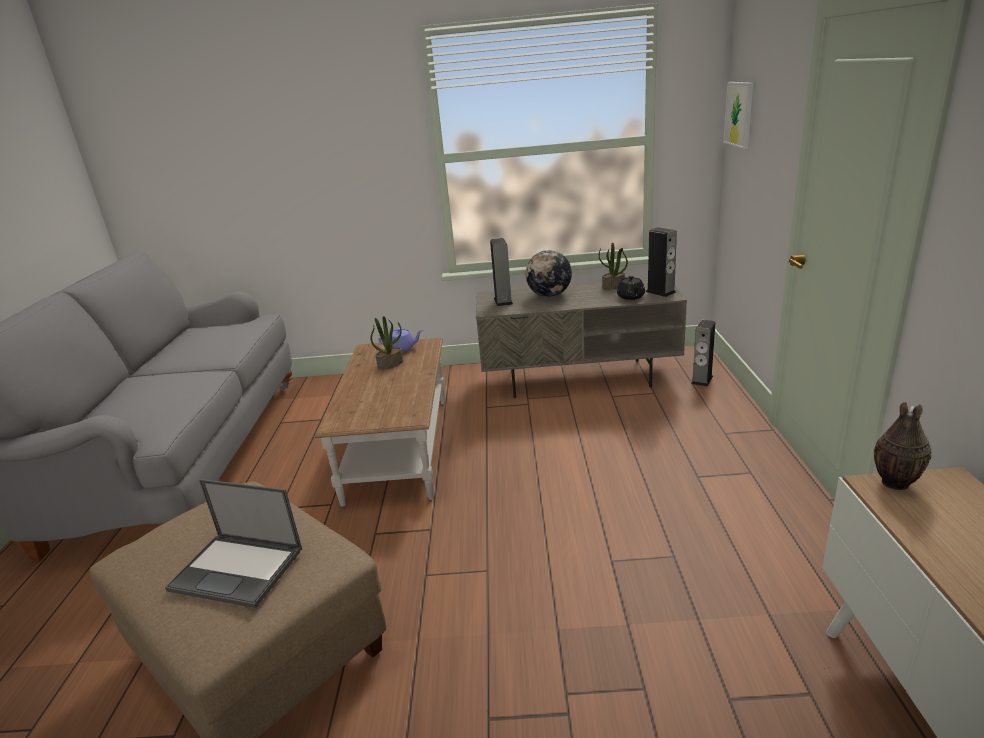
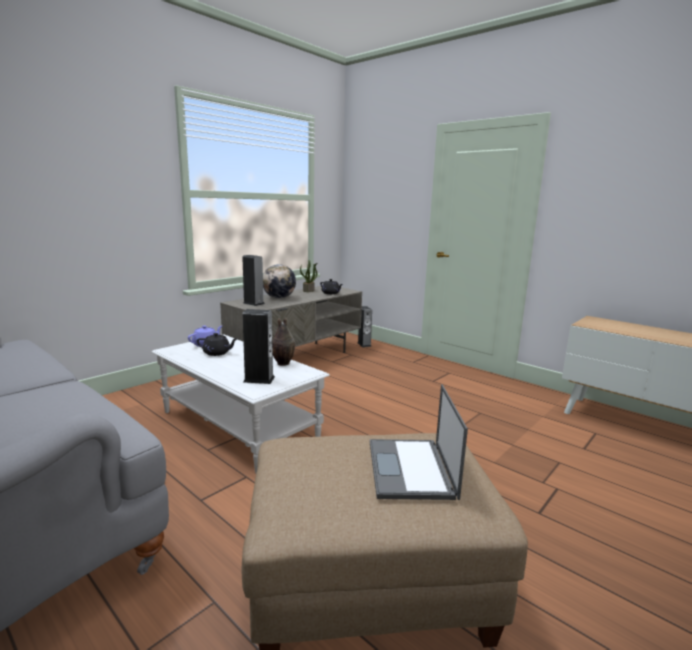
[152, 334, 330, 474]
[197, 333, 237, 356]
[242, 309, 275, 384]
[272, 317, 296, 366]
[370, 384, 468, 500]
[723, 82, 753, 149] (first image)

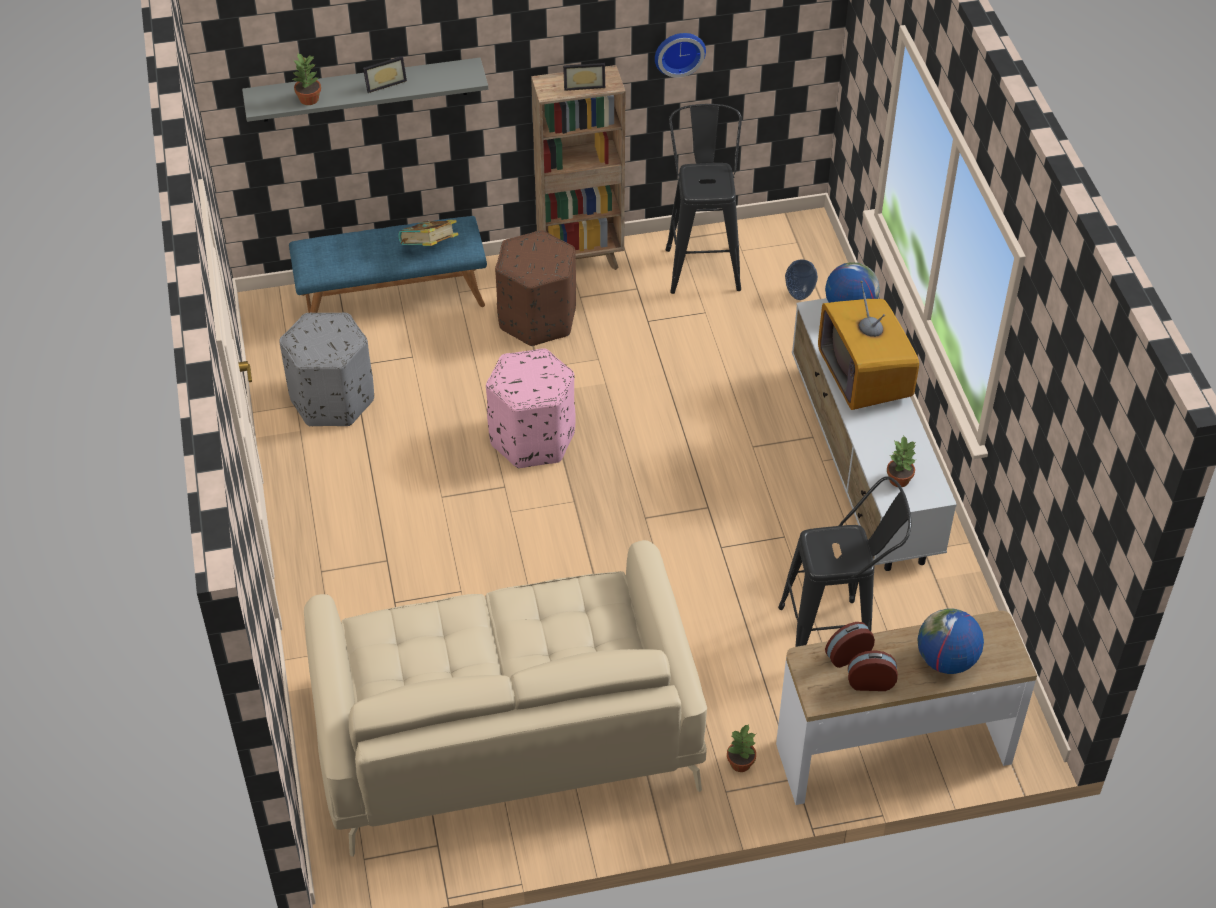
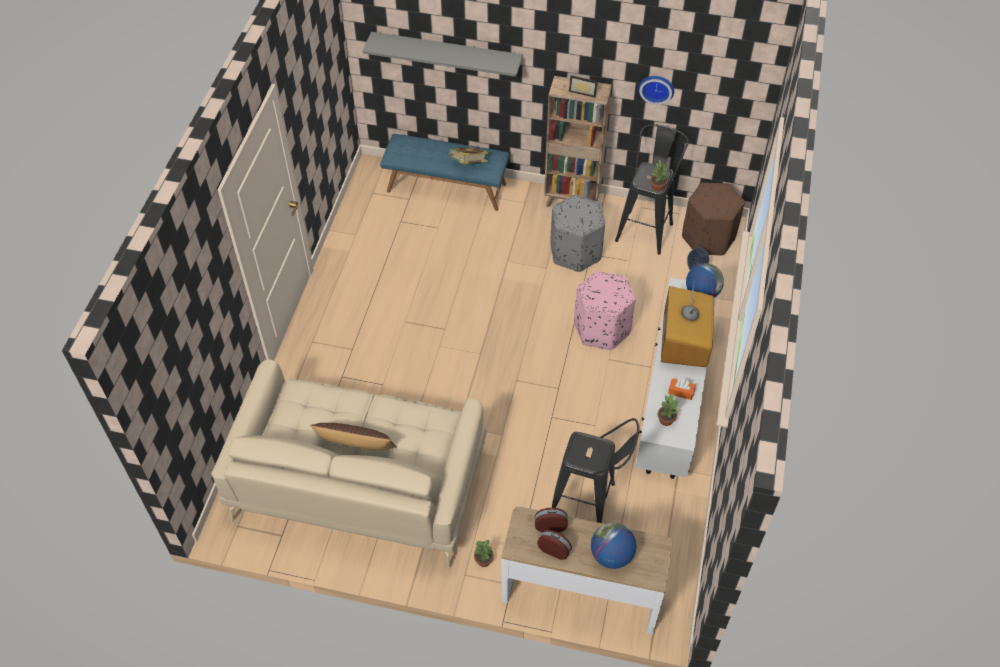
[310, 423, 397, 450]
[550, 195, 605, 272]
[574, 271, 636, 350]
[650, 160, 669, 192]
[668, 378, 696, 400]
[682, 182, 745, 256]
[363, 56, 407, 93] (first image)

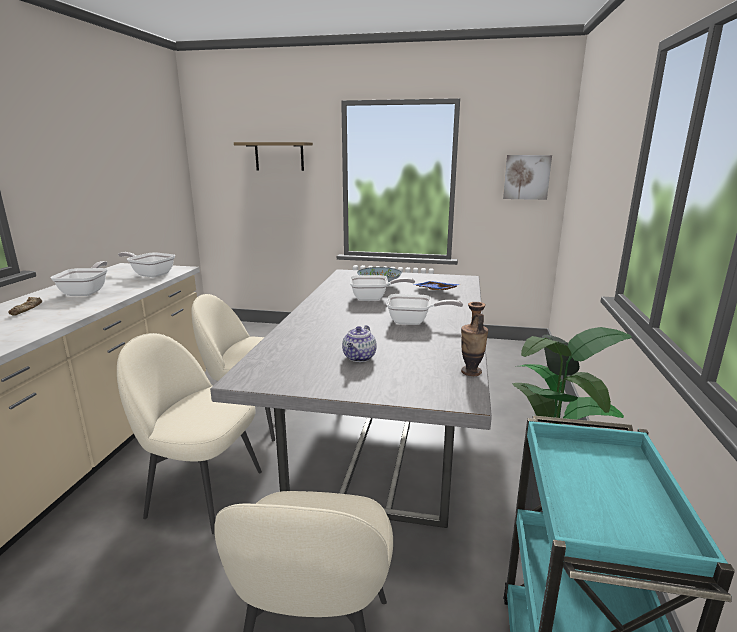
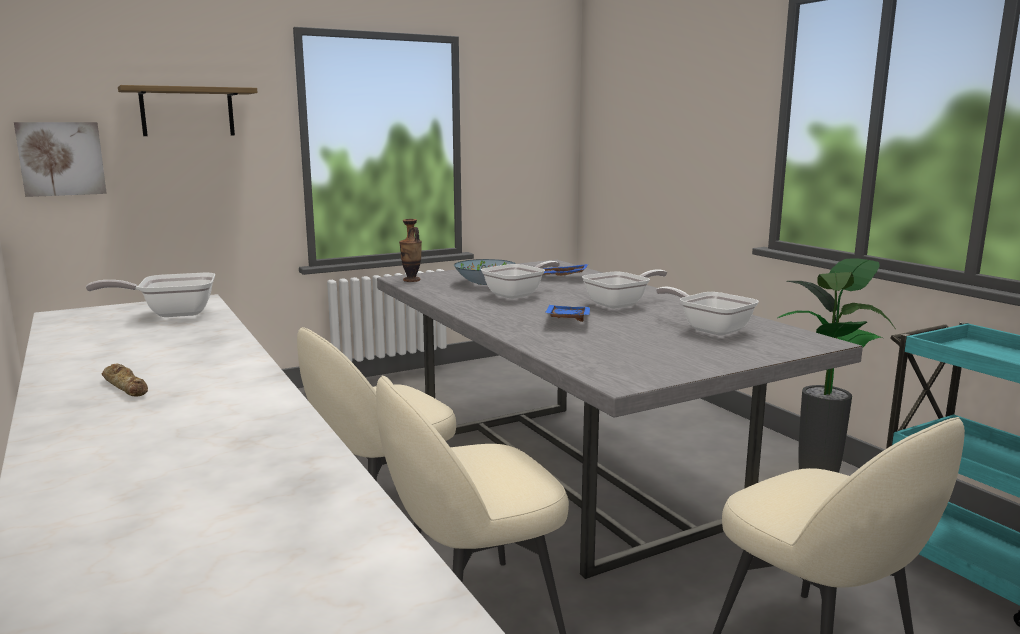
[14, 122, 107, 197]
[399, 219, 422, 282]
[545, 305, 590, 322]
[656, 287, 759, 336]
[342, 325, 377, 362] (first image)

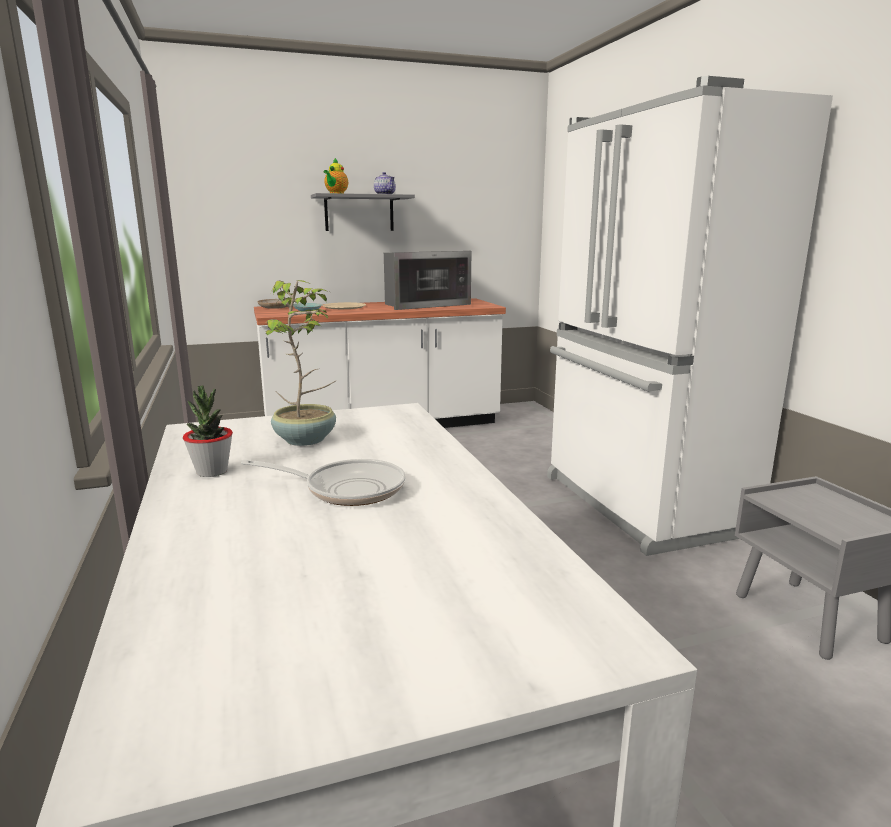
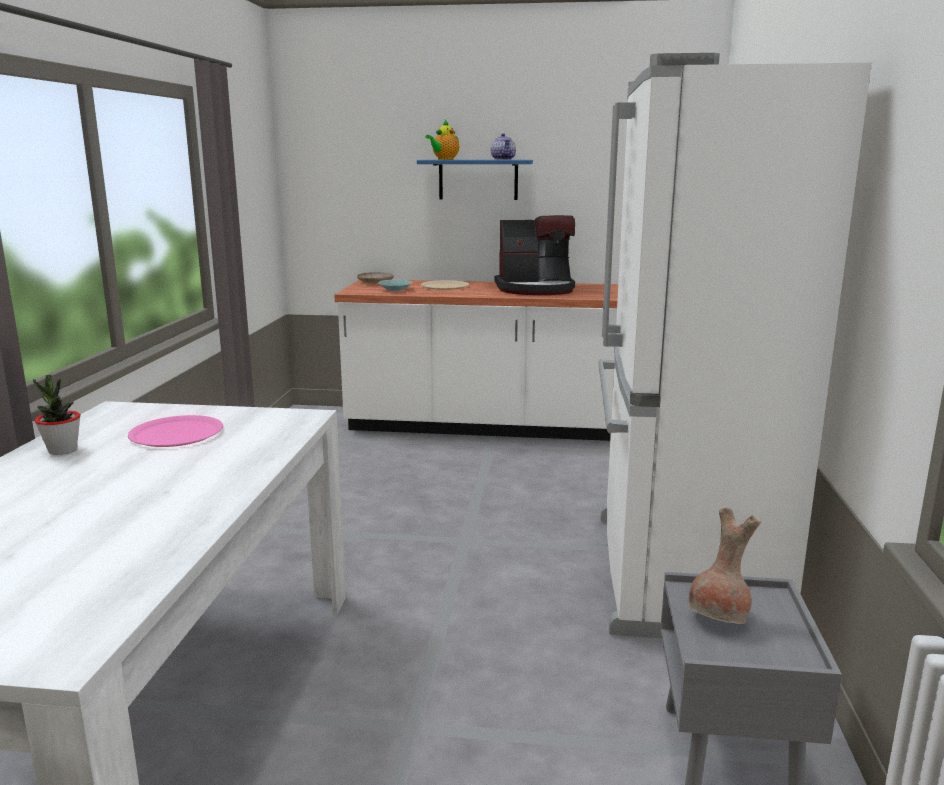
[128, 415, 223, 447]
[417, 160, 533, 200]
[495, 215, 575, 295]
[688, 507, 761, 624]
[241, 459, 405, 506] (first image)

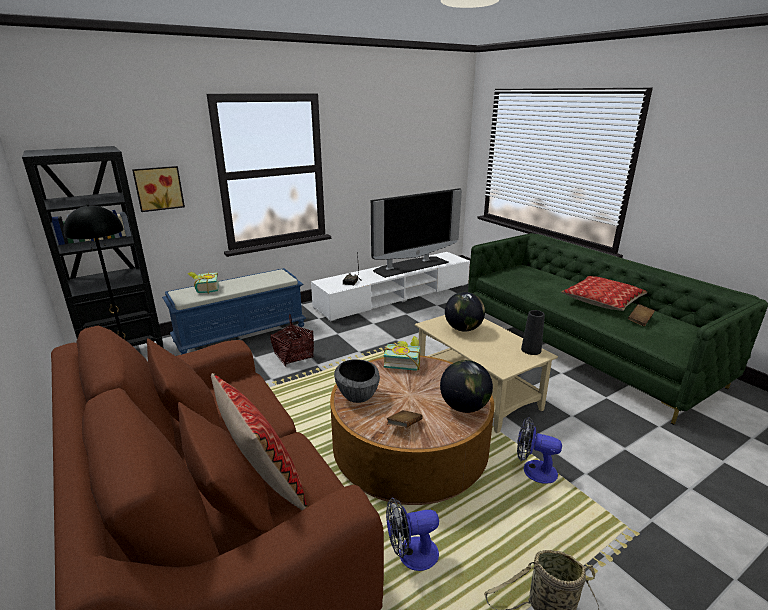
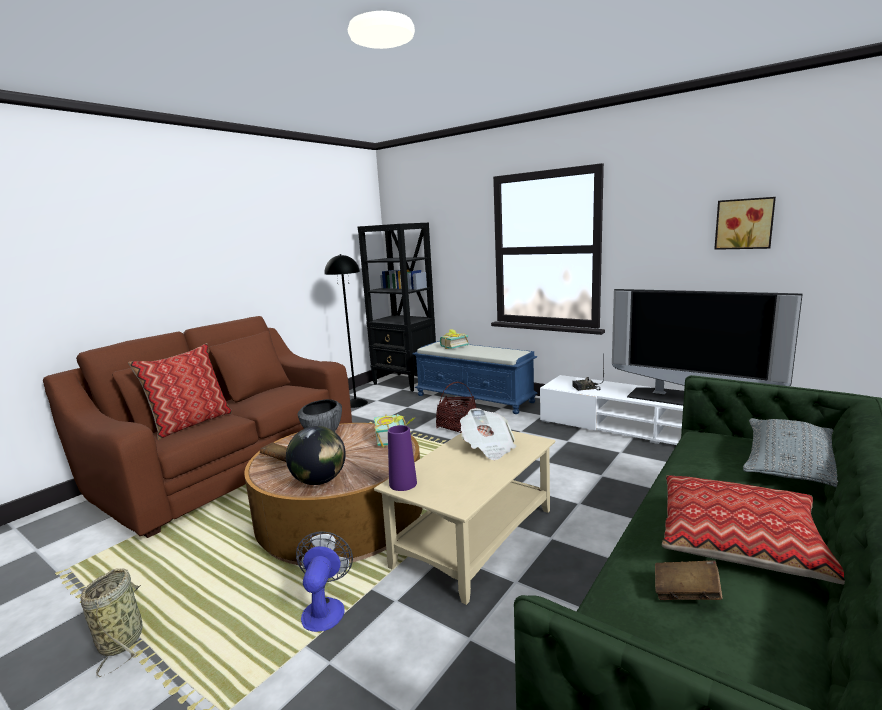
[388, 425, 417, 491]
[460, 408, 516, 461]
[714, 197, 776, 250]
[743, 418, 838, 487]
[386, 497, 439, 571] (first image)
[521, 310, 545, 355] (first image)

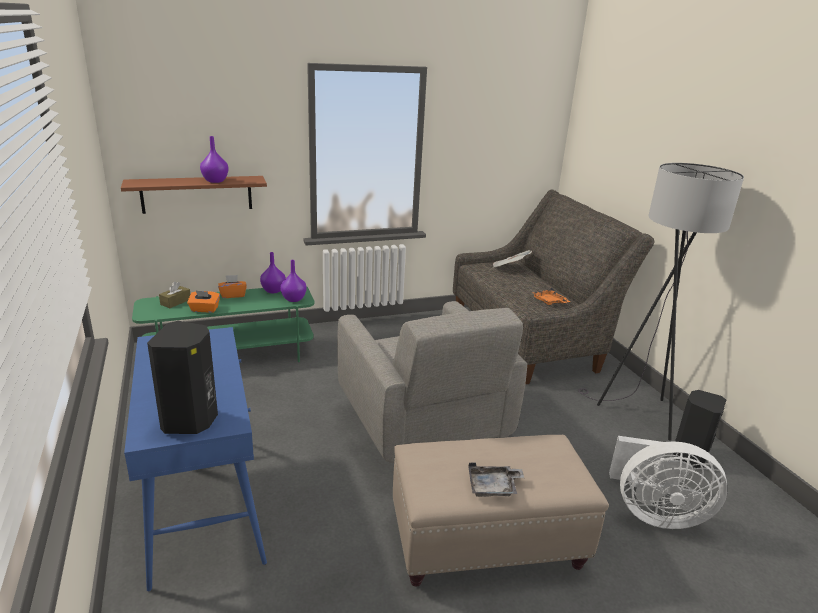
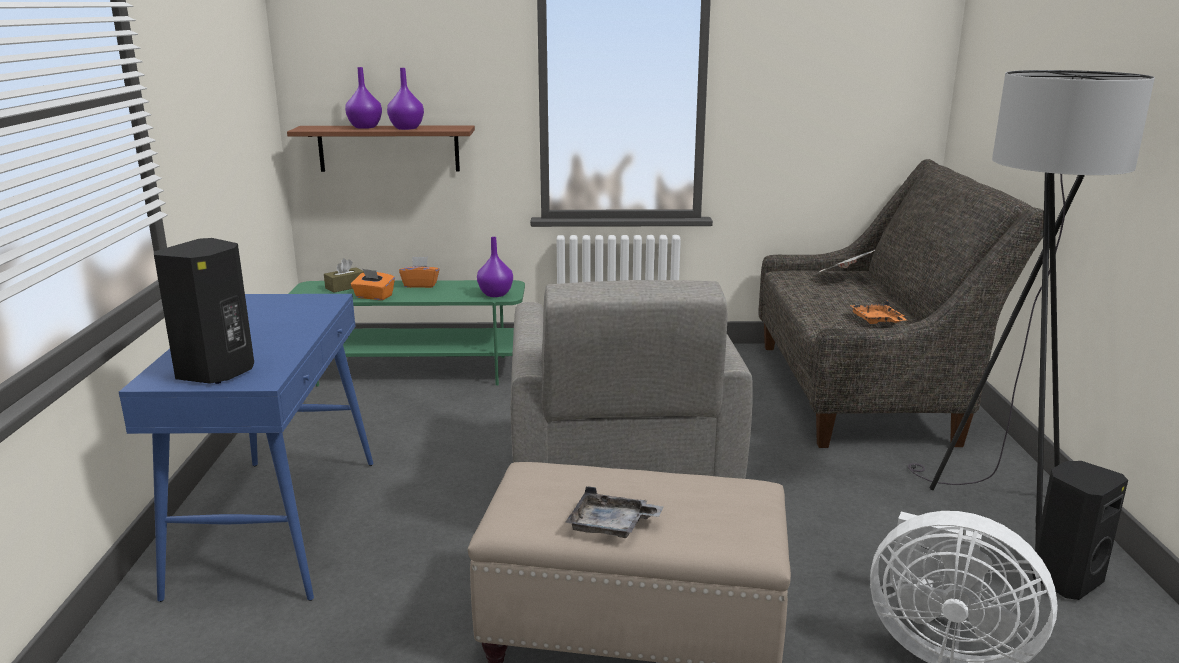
[345, 67, 382, 129]

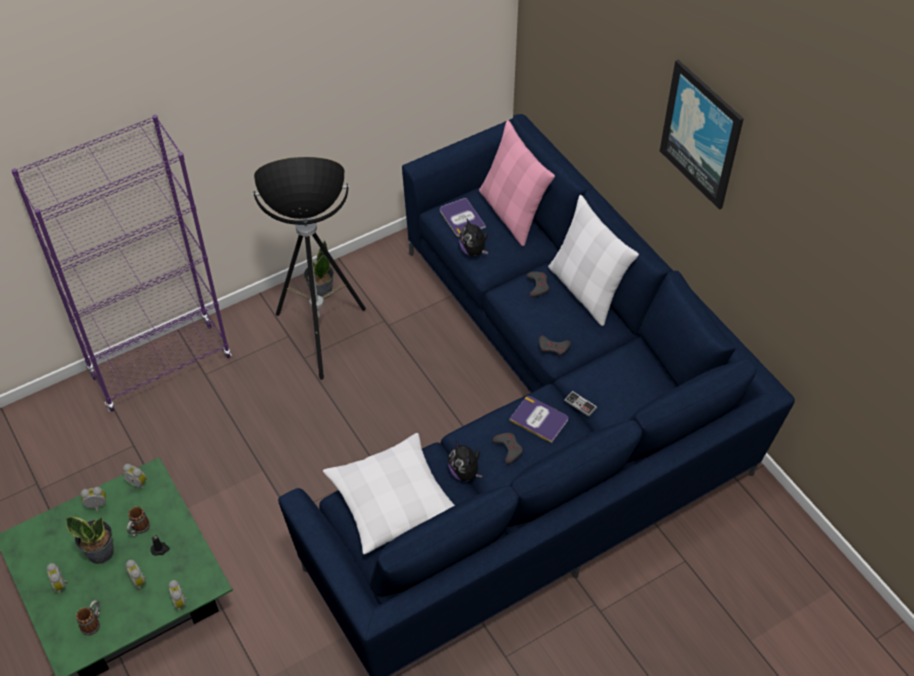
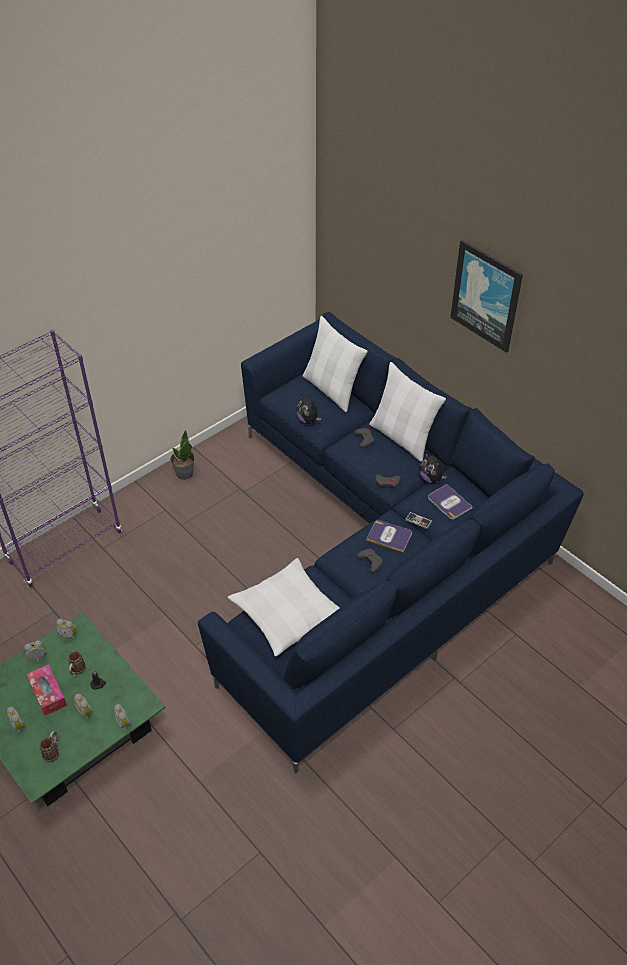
[26, 664, 67, 716]
[302, 316, 368, 412]
[419, 452, 447, 483]
[428, 484, 473, 520]
[253, 157, 366, 380] (first image)

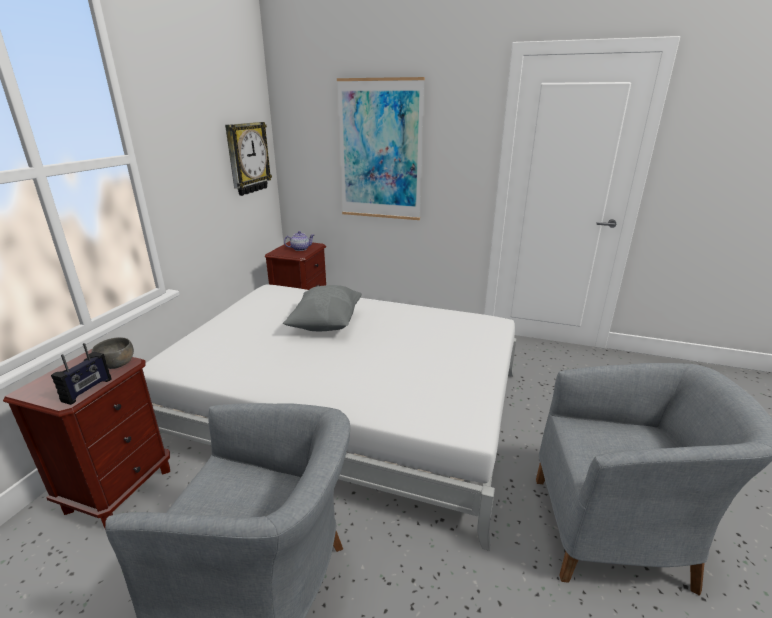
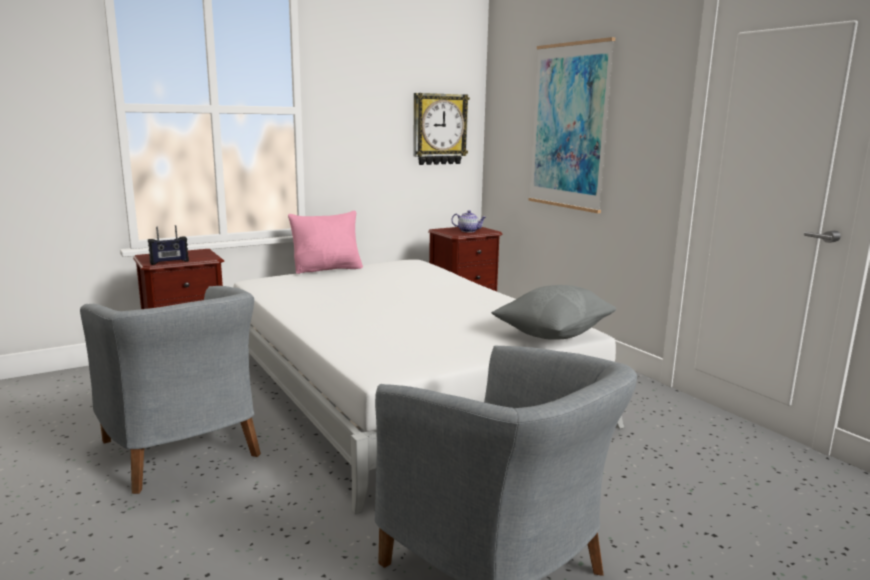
[288, 211, 363, 274]
[491, 285, 616, 340]
[92, 337, 134, 369] (first image)

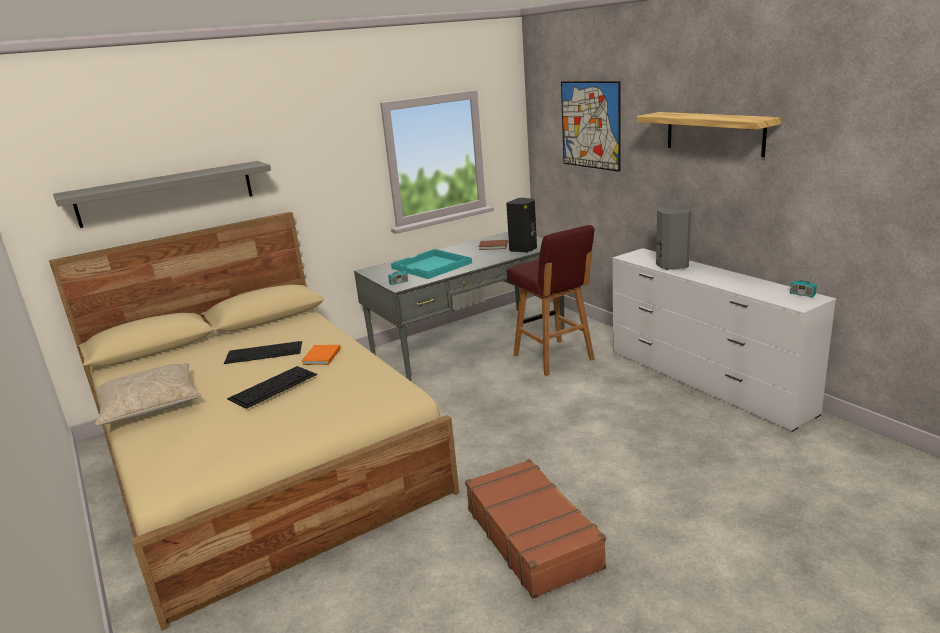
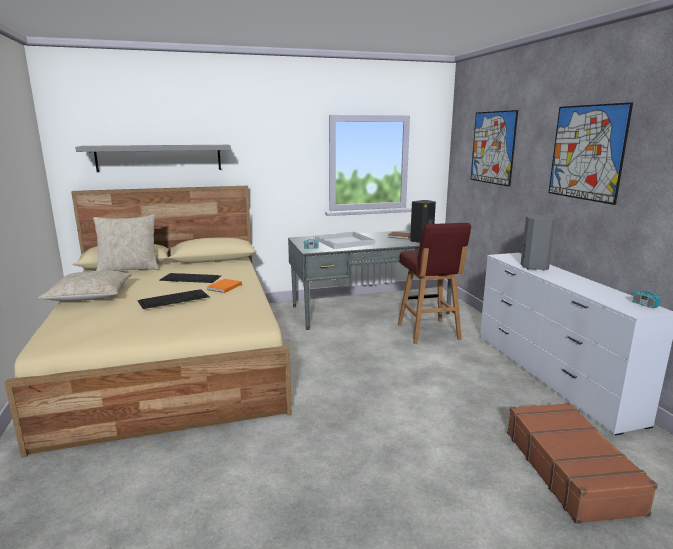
[93, 214, 159, 271]
[315, 231, 375, 249]
[507, 403, 658, 524]
[549, 102, 633, 205]

